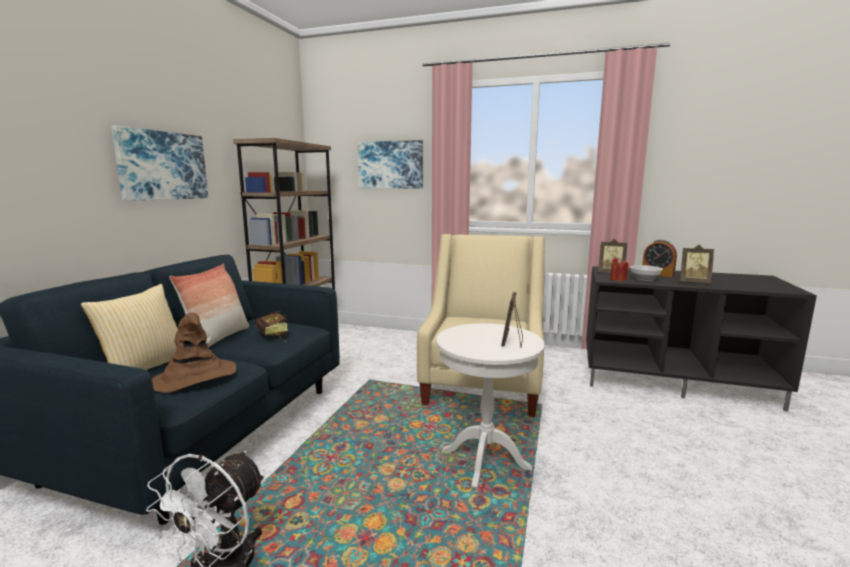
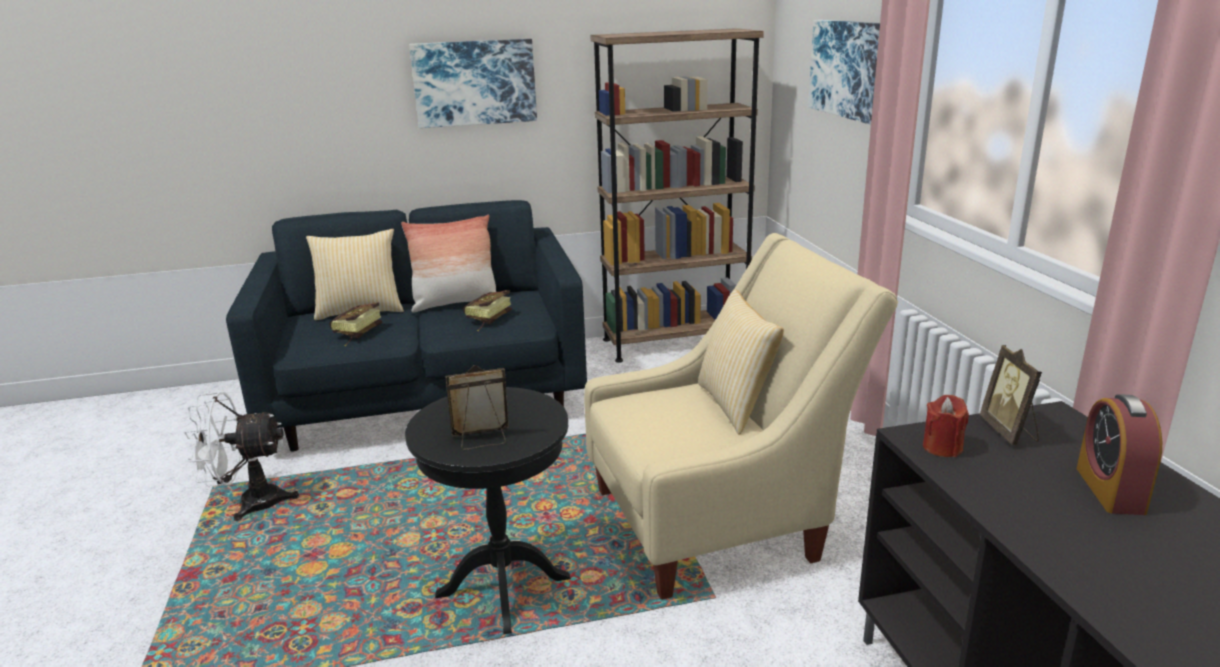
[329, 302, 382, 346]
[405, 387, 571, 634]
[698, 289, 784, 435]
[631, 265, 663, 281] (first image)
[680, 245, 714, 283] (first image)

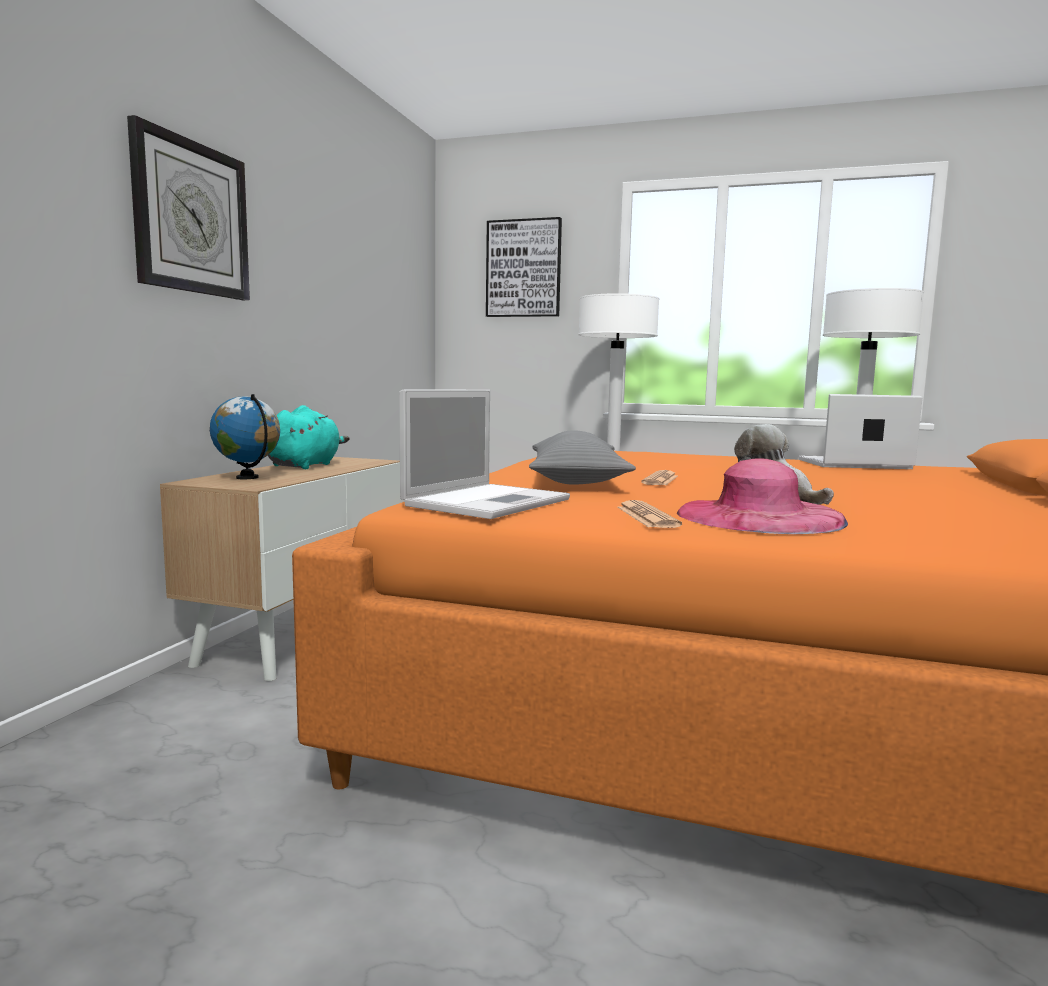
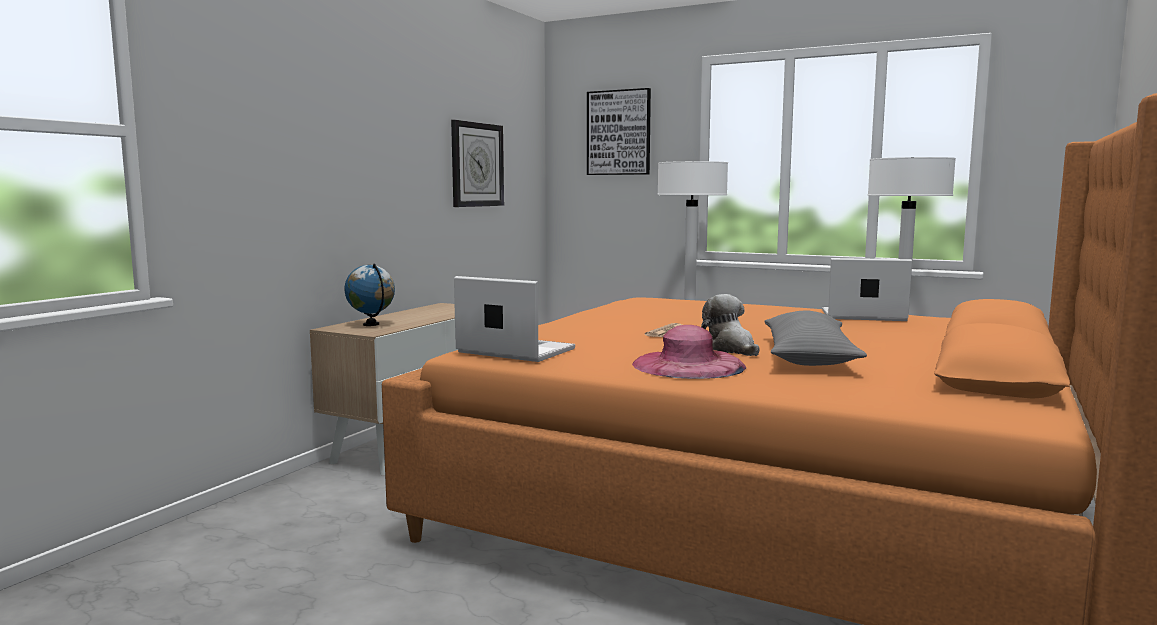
[451, 120, 504, 207]
[454, 276, 575, 362]
[765, 310, 867, 366]
[268, 405, 350, 469] (first image)
[617, 500, 682, 528] (first image)

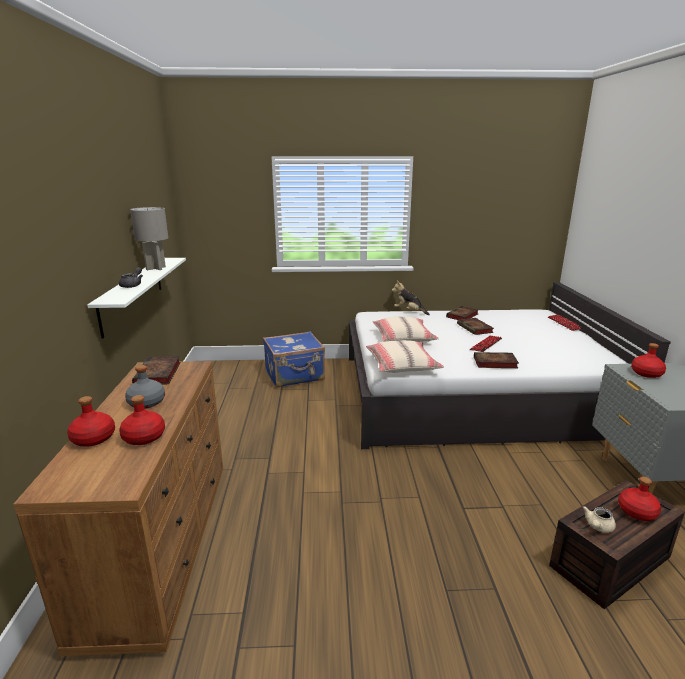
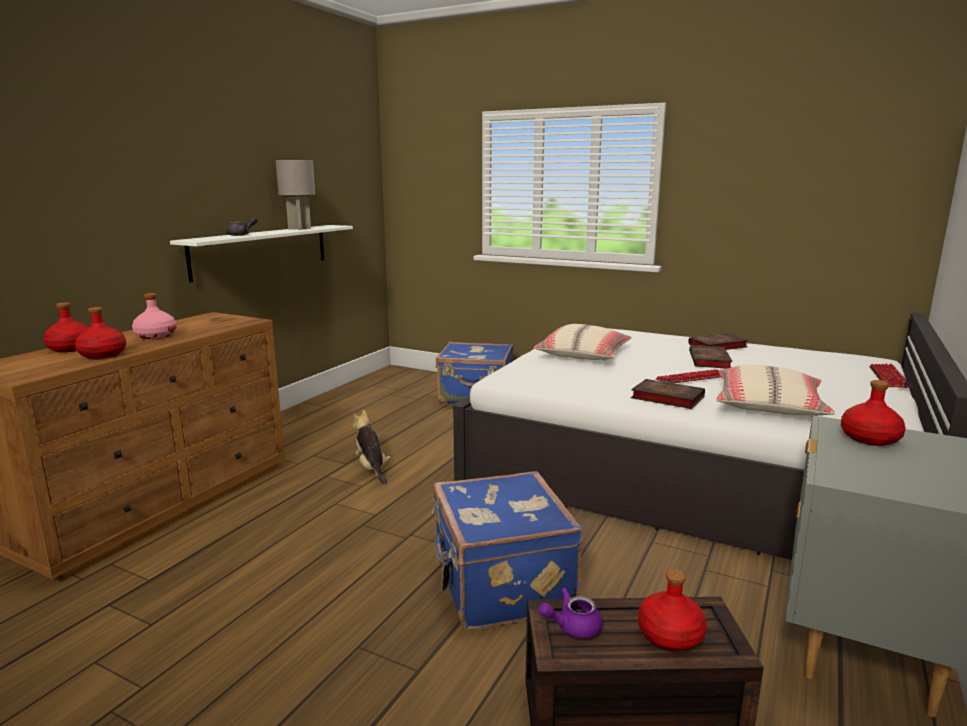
[132, 293, 177, 339]
[353, 410, 391, 484]
[431, 471, 583, 630]
[539, 588, 602, 639]
[716, 365, 835, 416]
[132, 356, 180, 385] (first image)

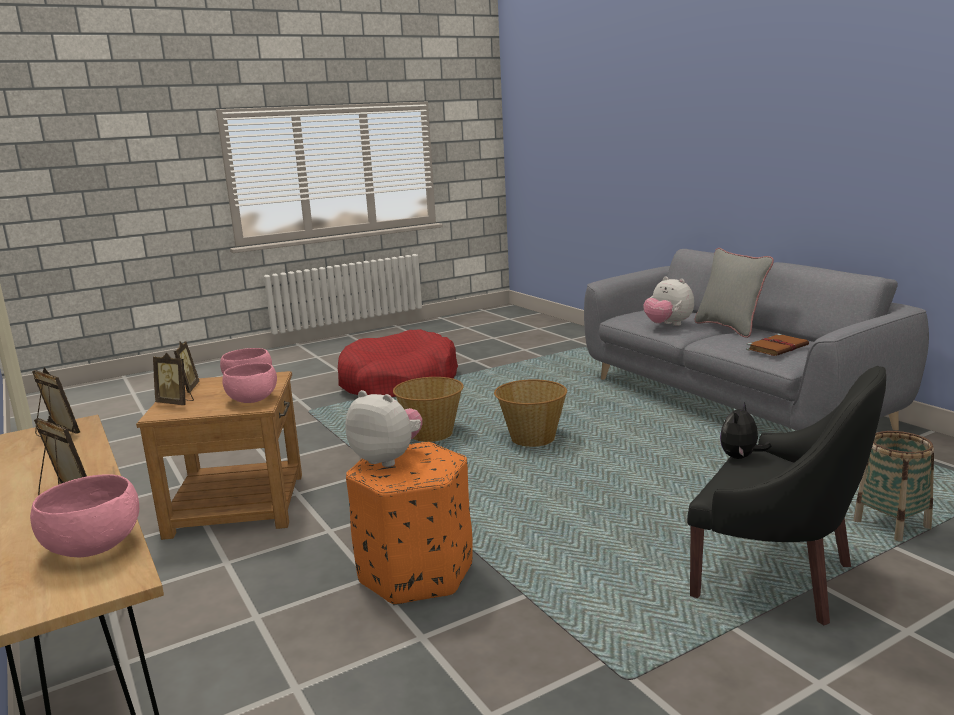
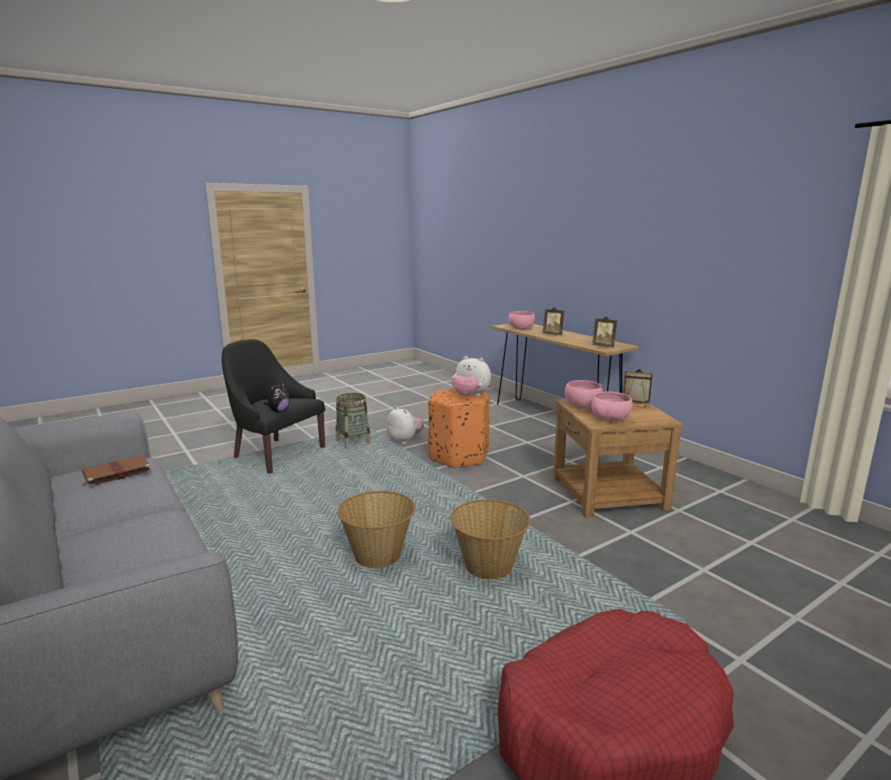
[336, 393, 371, 449]
[387, 406, 424, 444]
[174, 341, 199, 393] (first image)
[694, 248, 774, 338] (first image)

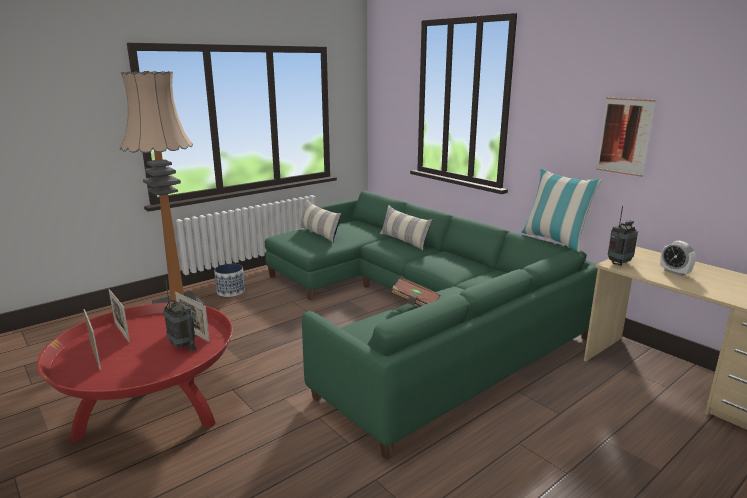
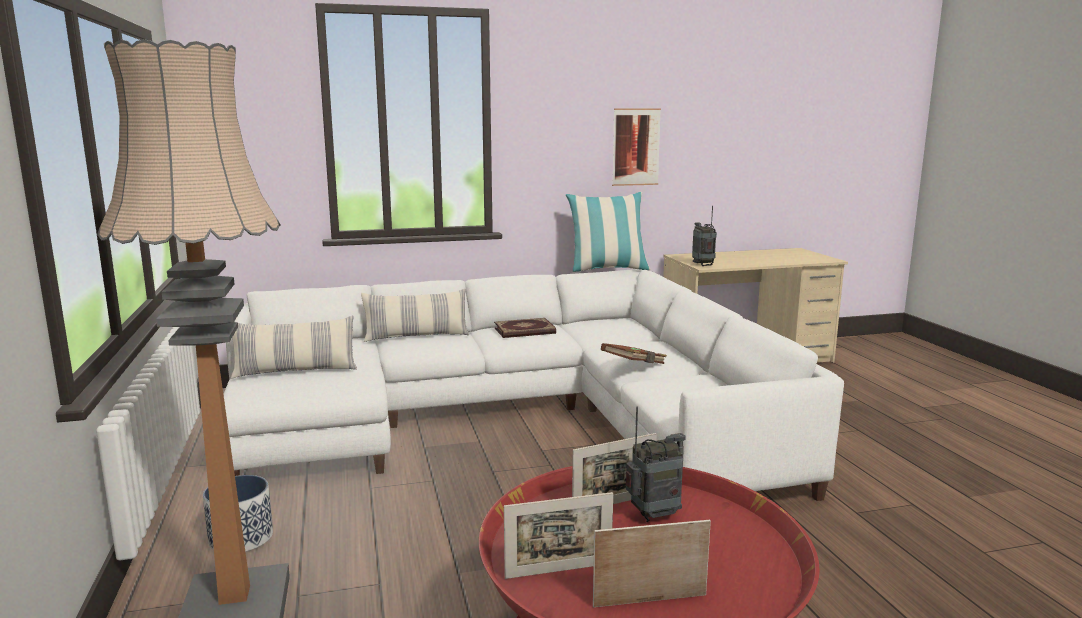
[223, 269, 844, 501]
[494, 318, 556, 338]
[660, 241, 696, 276] (first image)

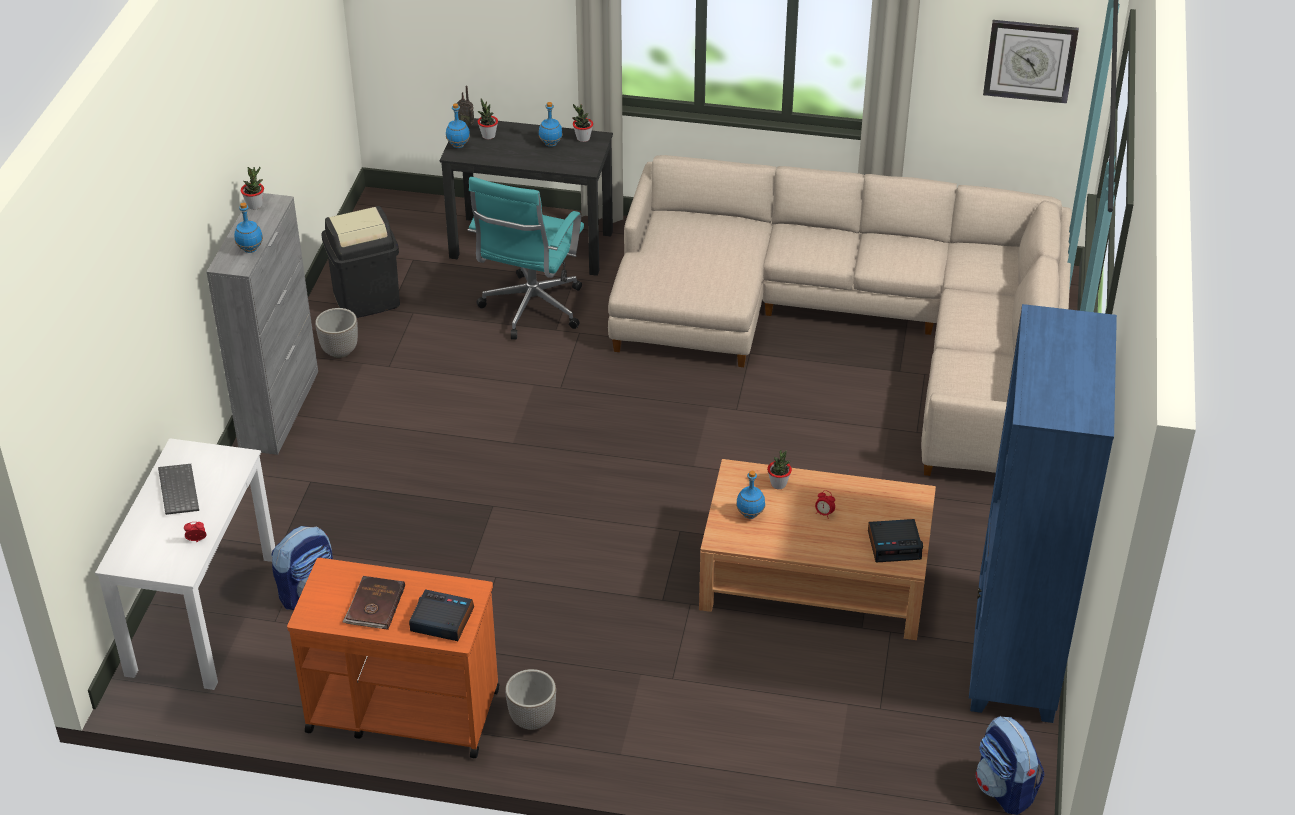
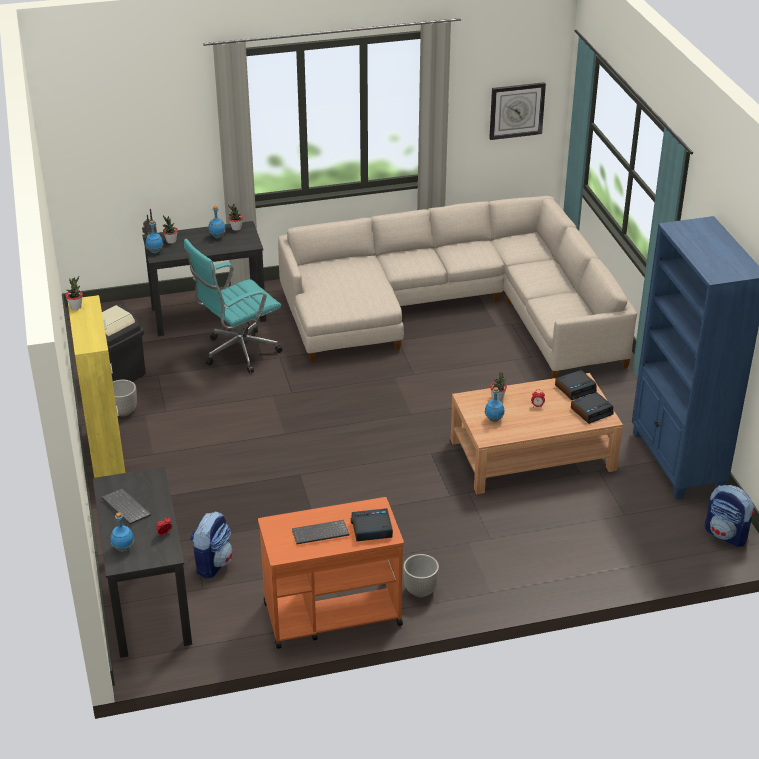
[68, 295, 125, 478]
[93, 467, 192, 658]
[111, 512, 134, 552]
[184, 239, 283, 374]
[292, 520, 349, 544]
[555, 370, 597, 400]

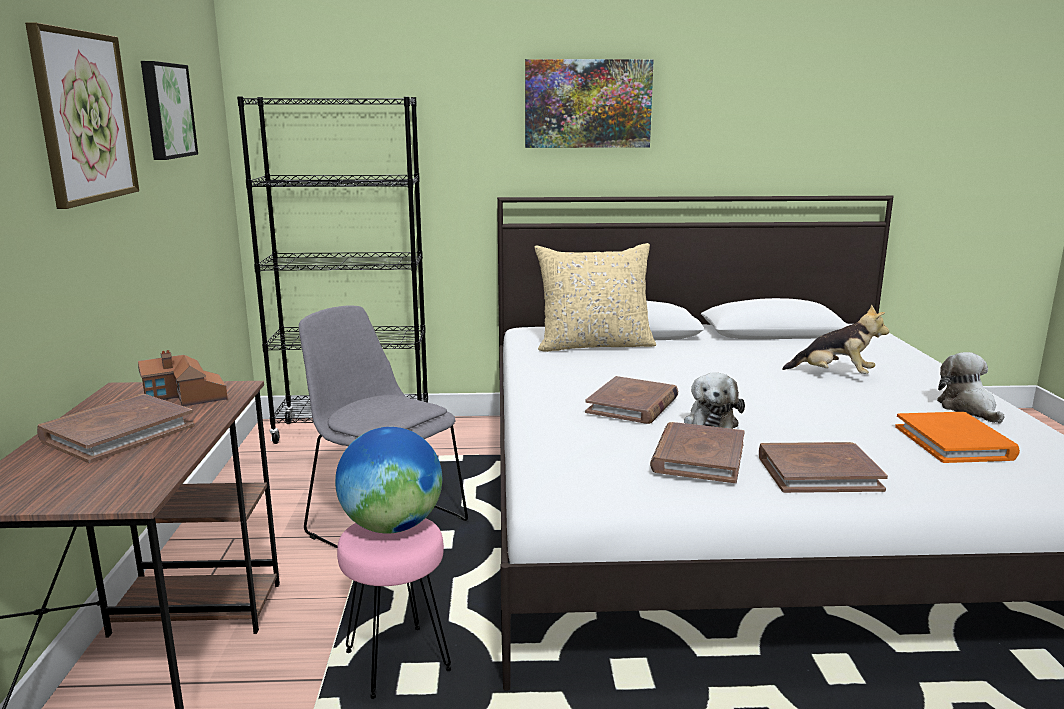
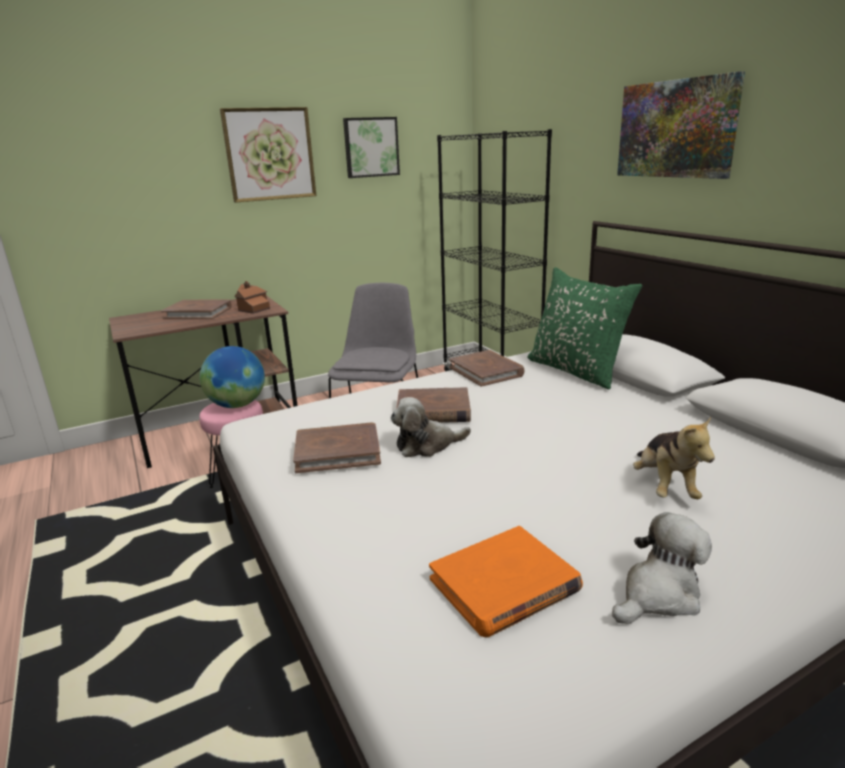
[449, 350, 525, 387]
[527, 267, 642, 389]

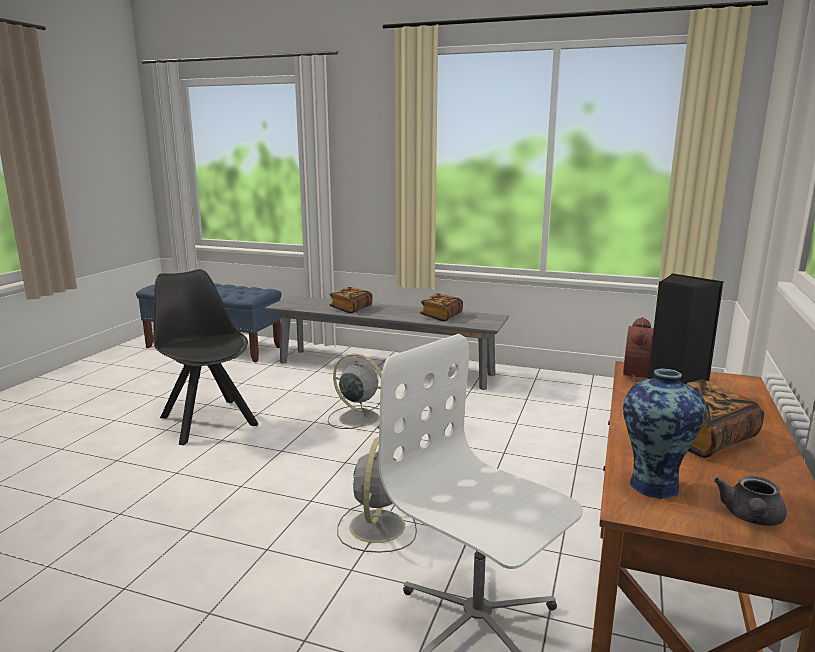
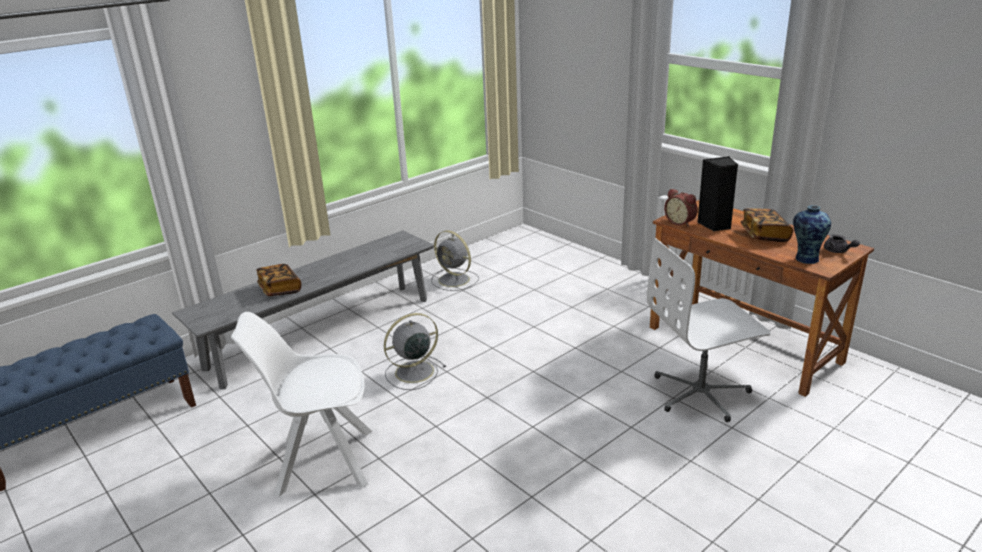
[231, 312, 372, 496]
[431, 231, 479, 291]
[420, 294, 463, 321] (first image)

